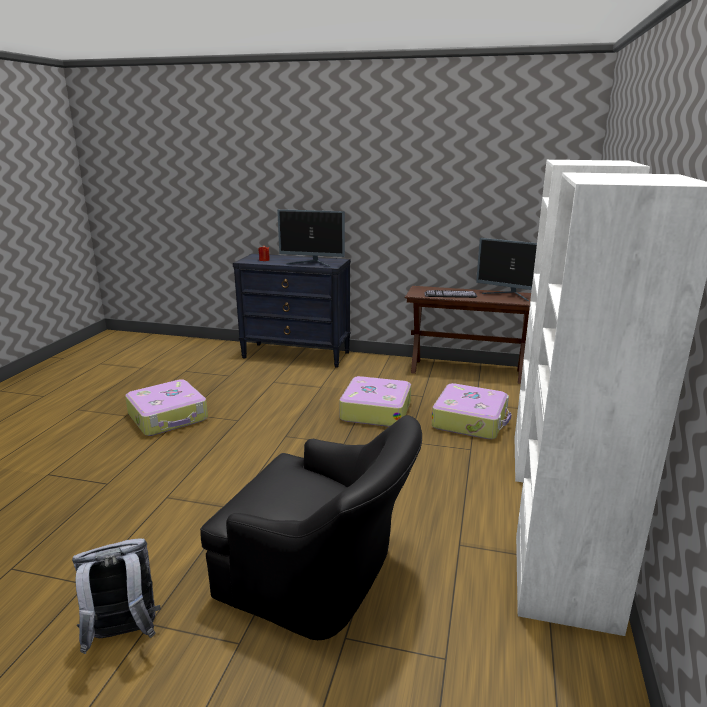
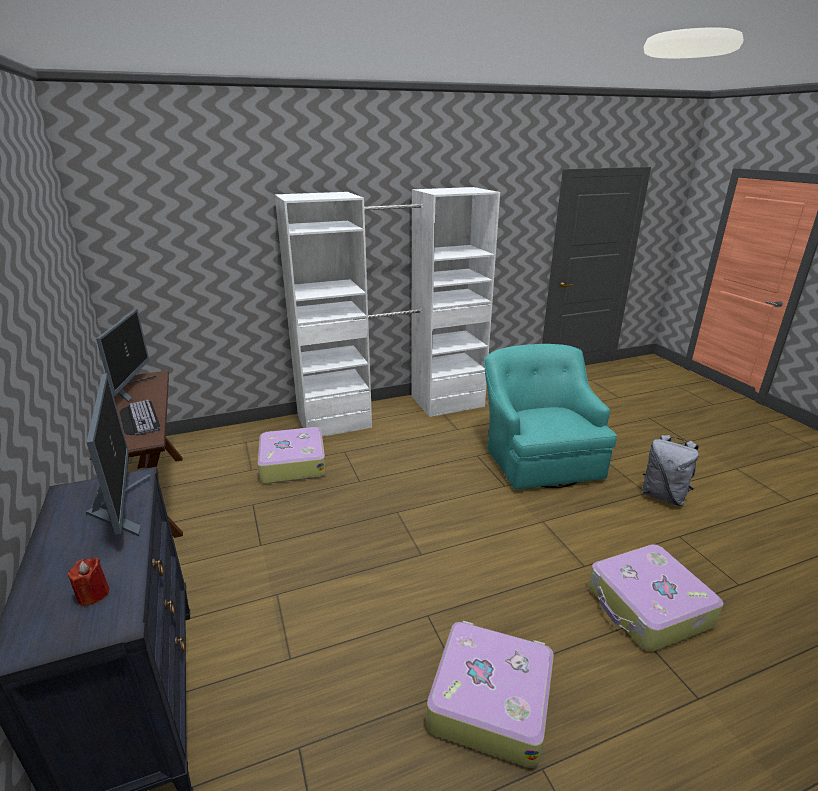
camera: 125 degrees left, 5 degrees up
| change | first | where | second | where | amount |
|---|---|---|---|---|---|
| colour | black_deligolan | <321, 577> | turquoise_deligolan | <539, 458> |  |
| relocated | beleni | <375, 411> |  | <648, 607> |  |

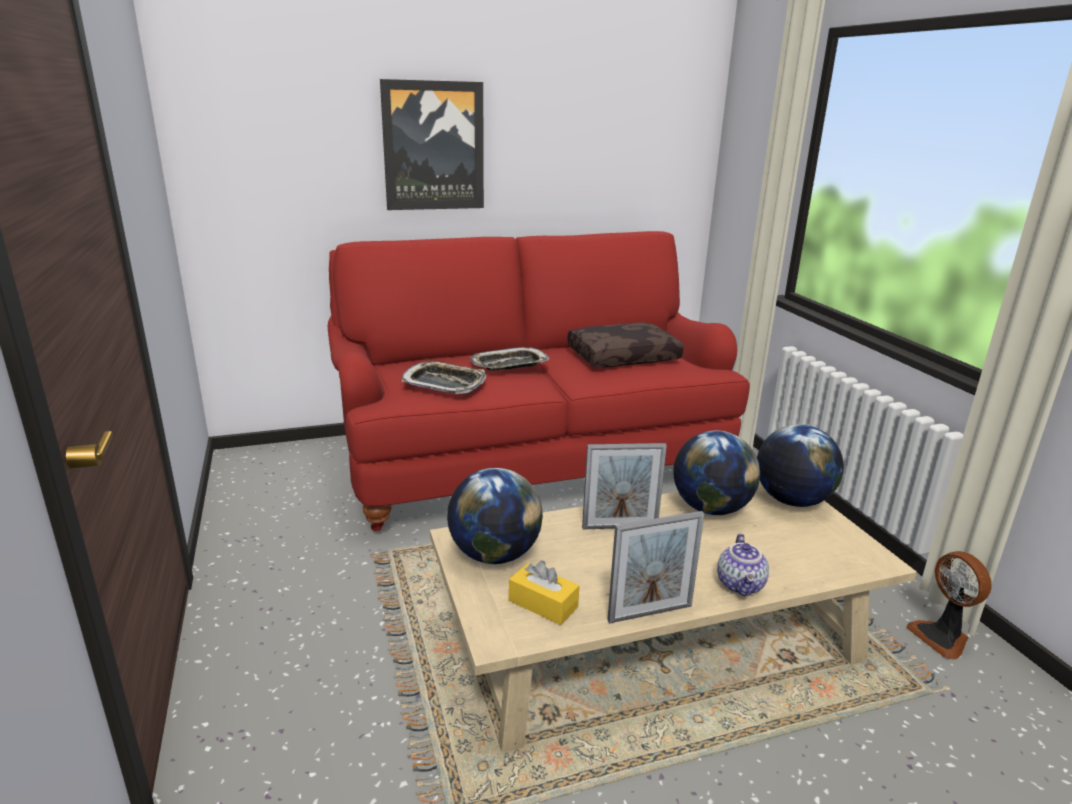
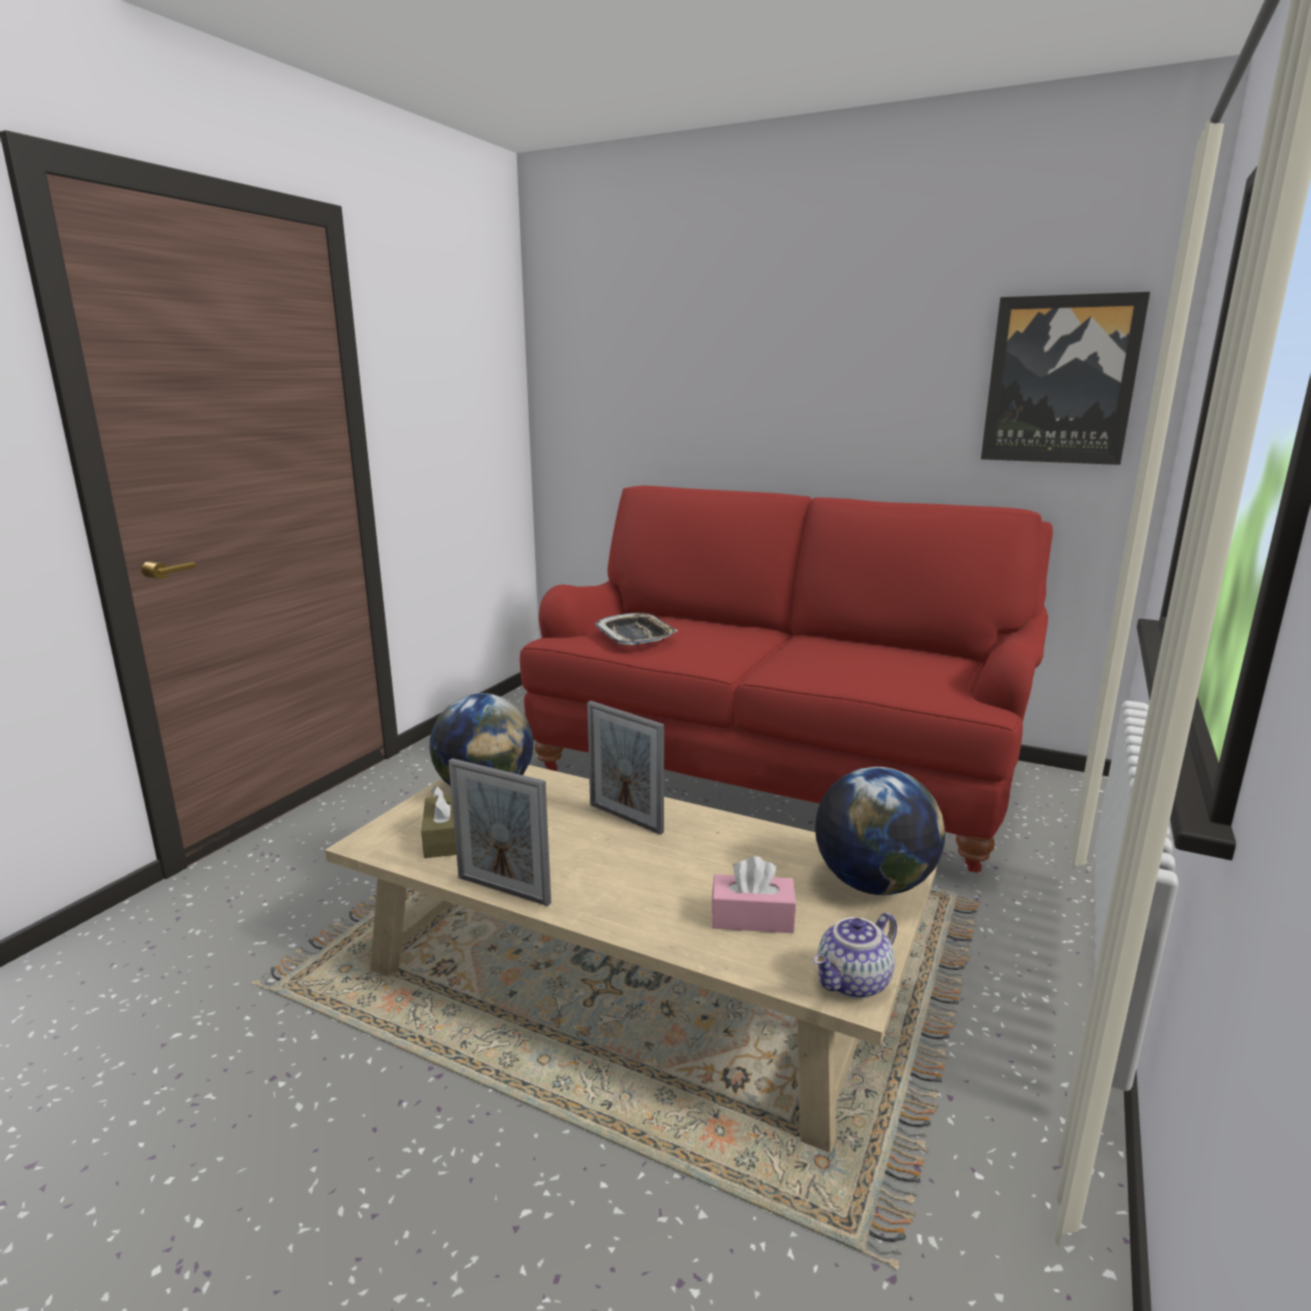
camera: 45 degrees right, 5 degrees down
| change | first | where | second | where | amount |
|---|---|---|---|---|---|
| colour | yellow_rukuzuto | <543, 604> | brown_rukuzuto | <444, 838> |  |
| appeared |  |  | pink_rukuzuto | <752, 918> |  |
| relocated | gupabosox | <741, 585> |  | <854, 983> |  |
| relocated | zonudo | <433, 146> |  | <1060, 380> |  |
| missing | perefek | <509, 365> |  |  |  |
| missing | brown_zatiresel | <623, 356> |  |  |  |
| missing | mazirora | <710, 508> |  |  |  |
| missing | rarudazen | <942, 637> |  |  |  |

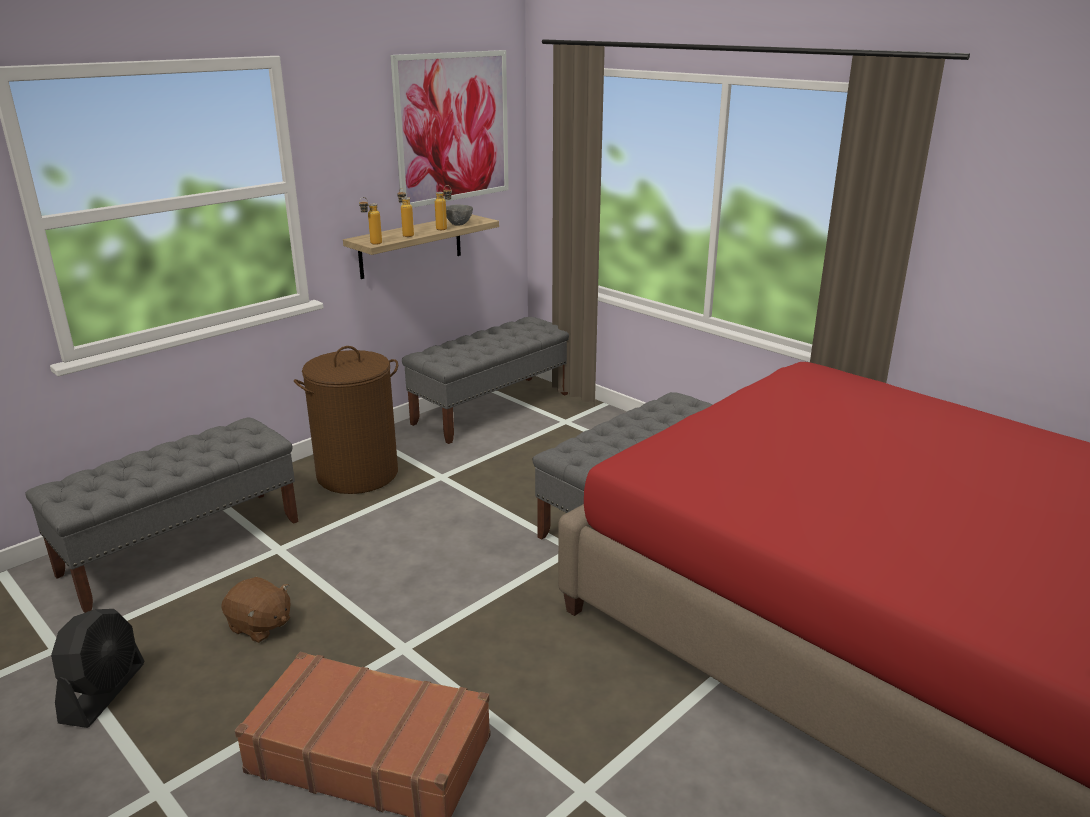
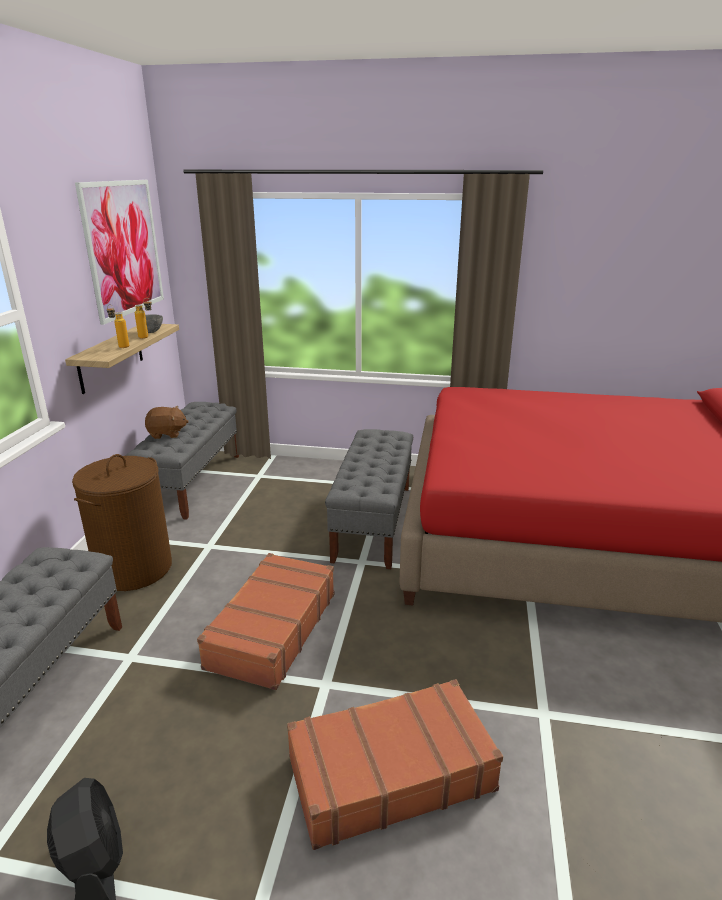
camera: 35 degrees left, 0 degrees up
| change | first | where | second | where | amount |
|---|---|---|---|---|---|
| relocated | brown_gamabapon | <260, 626> |  | <167, 434> |  |
| appeared |  |  | brown_beleni | <271, 629> |  |
| missing | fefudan | <372, 244> |  |  |  |

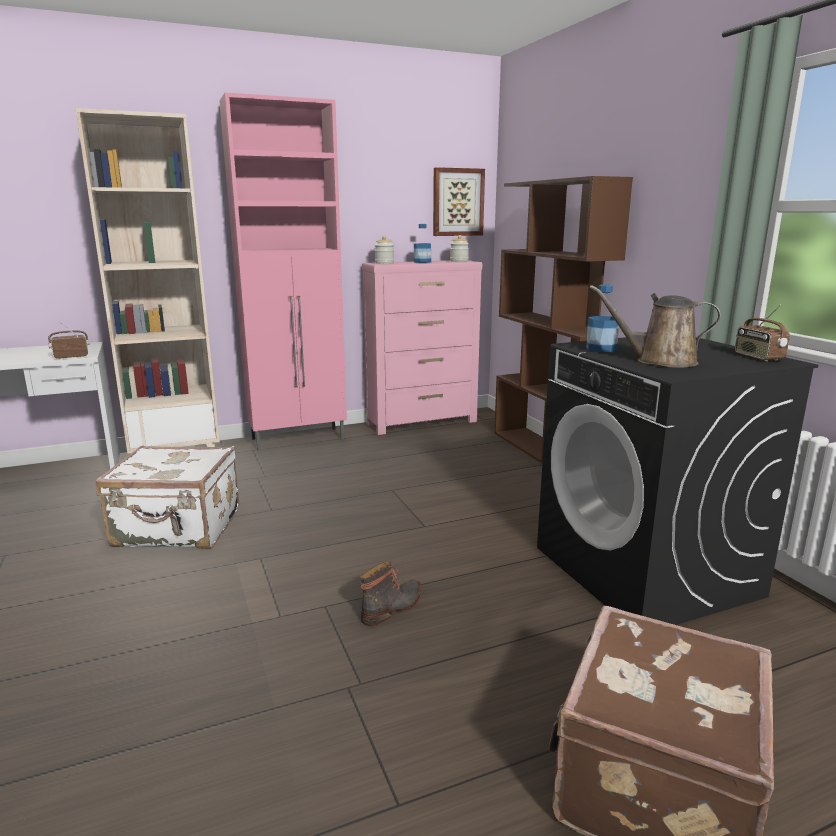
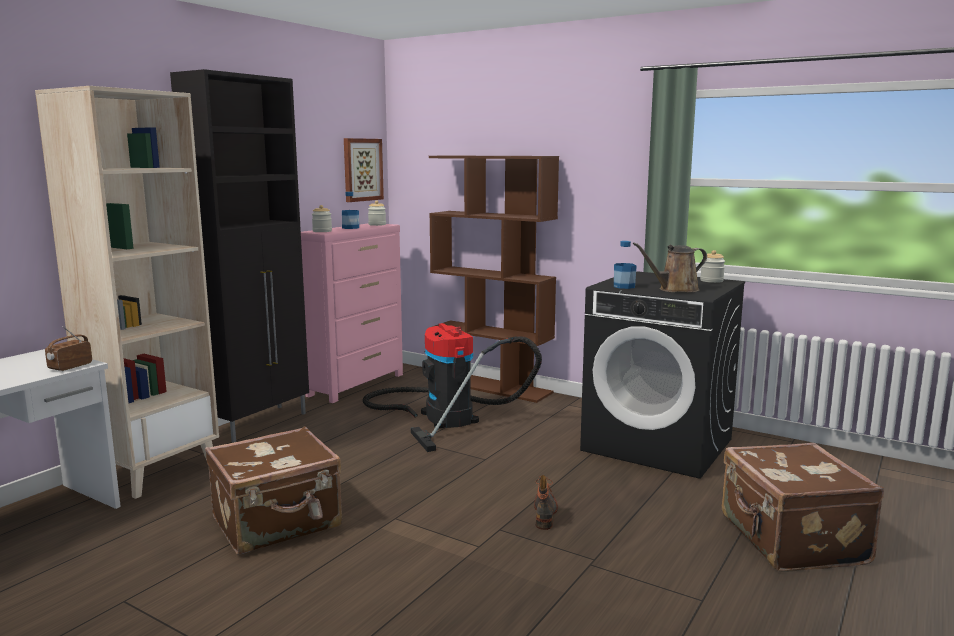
camera: 35 degrees left, 5 degrees down
| change | first | where | second | where | amount |
|---|---|---|---|---|---|
| colour | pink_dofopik | <299, 439> | black_dofopik | <260, 423> |  |
| colour | white_beleni | <178, 529> | brown_beleni | <278, 523> |  |
| appeared |  |  | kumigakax | <445, 416> |  |
| exchanged | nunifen | <758, 357> | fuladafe | <711, 281> |  |

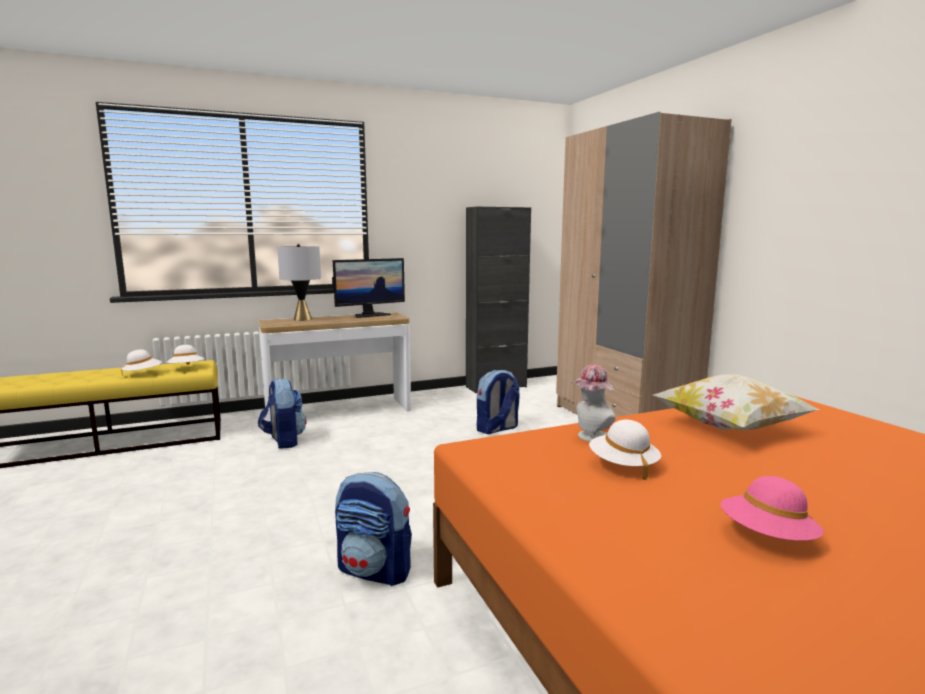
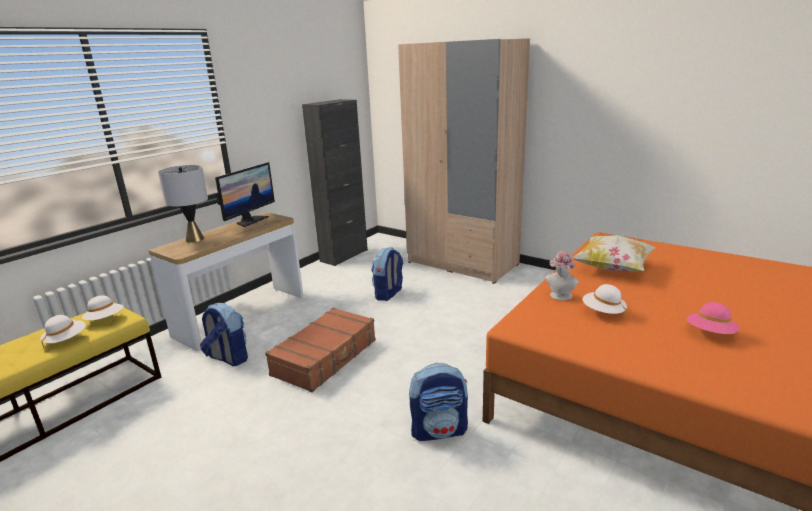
camera: 30 degrees left, 10 degrees up
| change | first | where | second | where | amount |
|---|---|---|---|---|---|
| appeared |  |  | brown_beleni | <326, 357> |  |

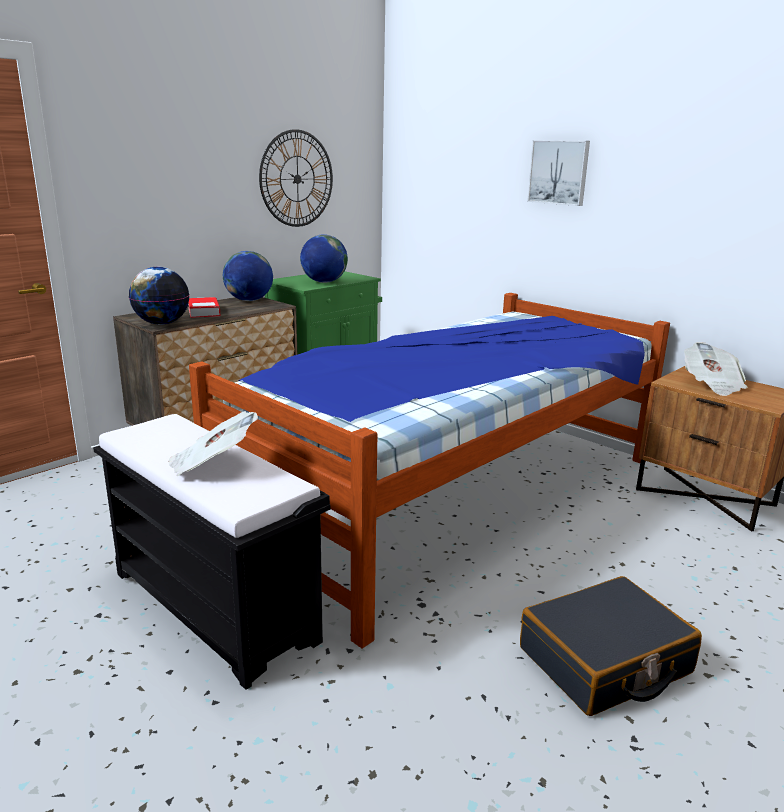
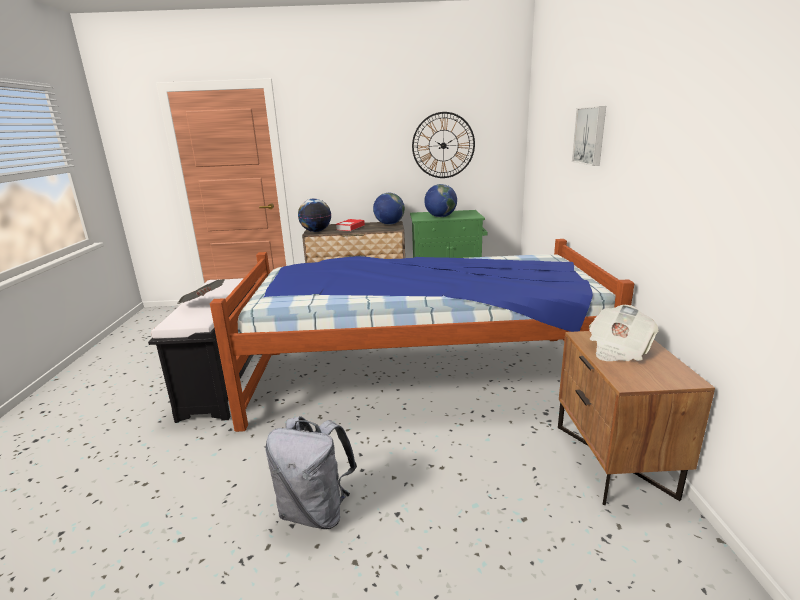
camera: 45 degrees right, 0 degrees up
| change | first | where | second | where | amount |
|---|---|---|---|---|---|
| exchanged | black_beleni | <605, 661> | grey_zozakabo | <316, 511> |  |

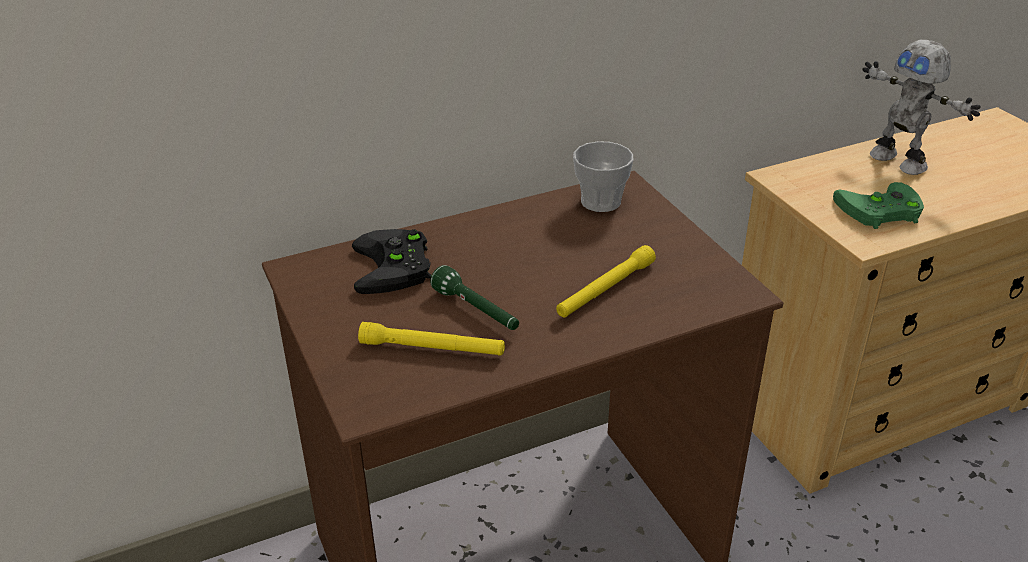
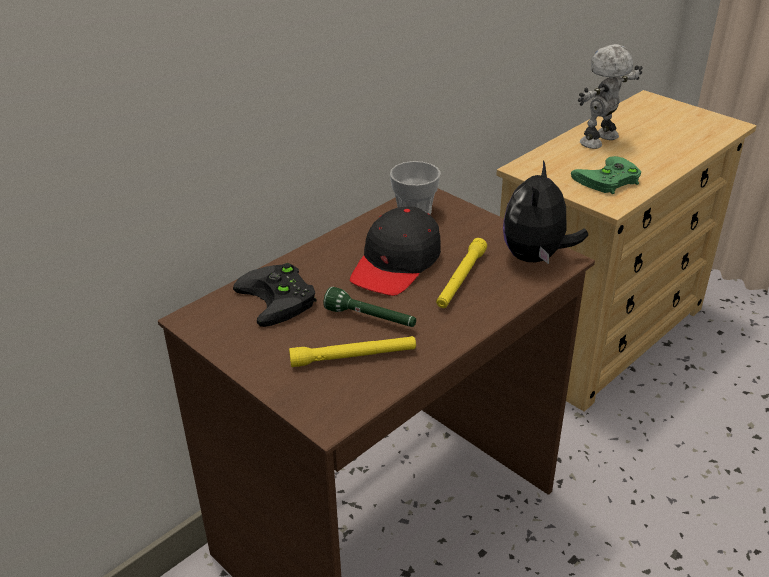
camera: 20 degrees left, 0 degrees up
| change | first | where | second | where | amount |
|---|---|---|---|---|---|
| appeared |  |  | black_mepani | <396, 264> |  |
| appeared |  |  | gamabapon | <536, 257> |  |
| spun | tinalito | <899, 161> |  | <600, 141> | 105 degrees clockwise |

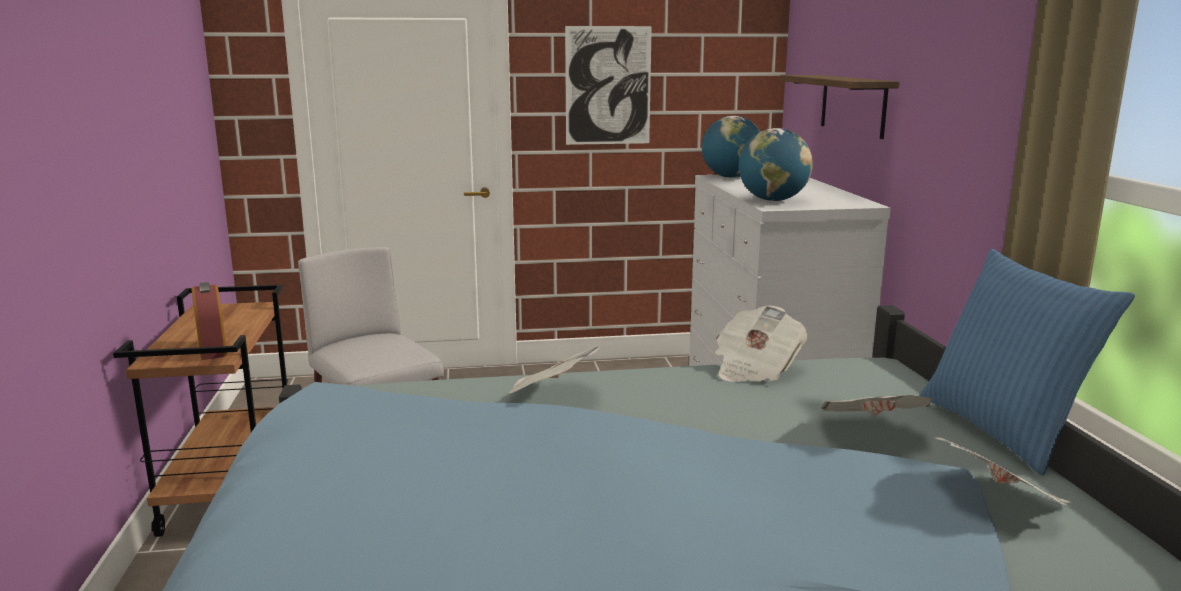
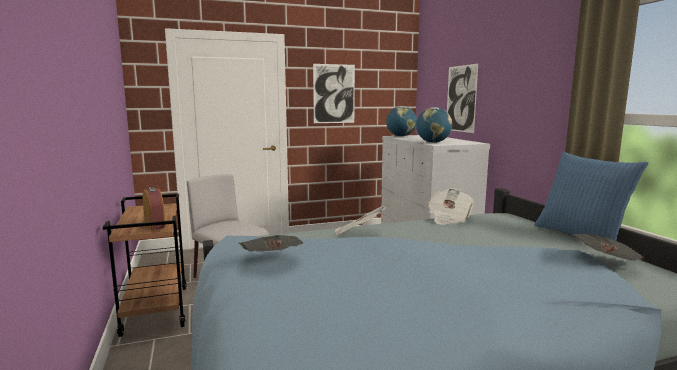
camera: 10 degrees left, 5 degrees down
| change | first | where | second | where | amount |
|---|---|---|---|---|---|
| relocated | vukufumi | <871, 432> |  | <272, 261> |  |
| exchanged | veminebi | <853, 105> | zonudo | <461, 98> |  |

